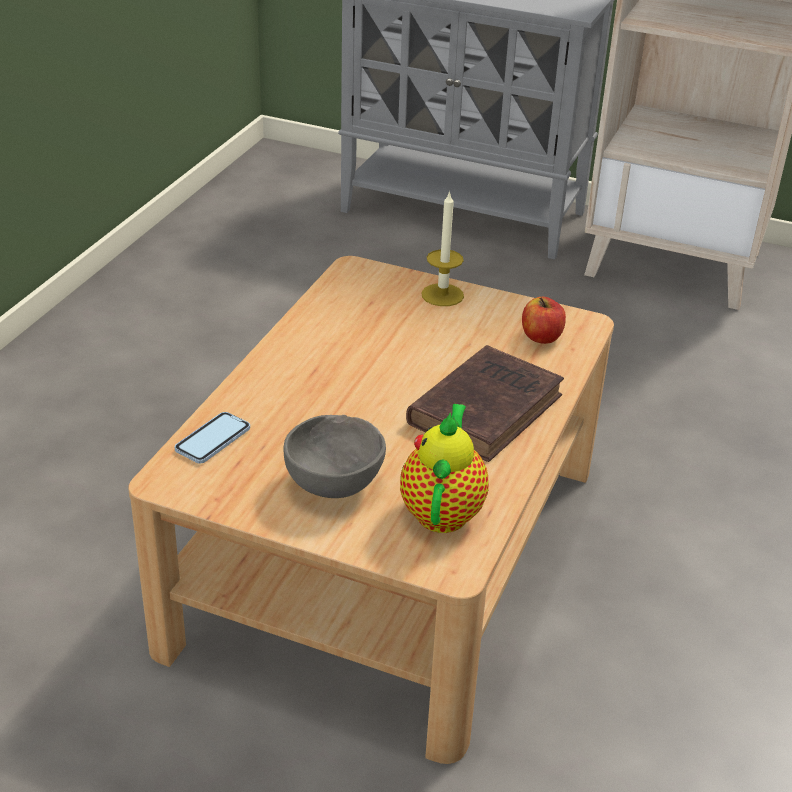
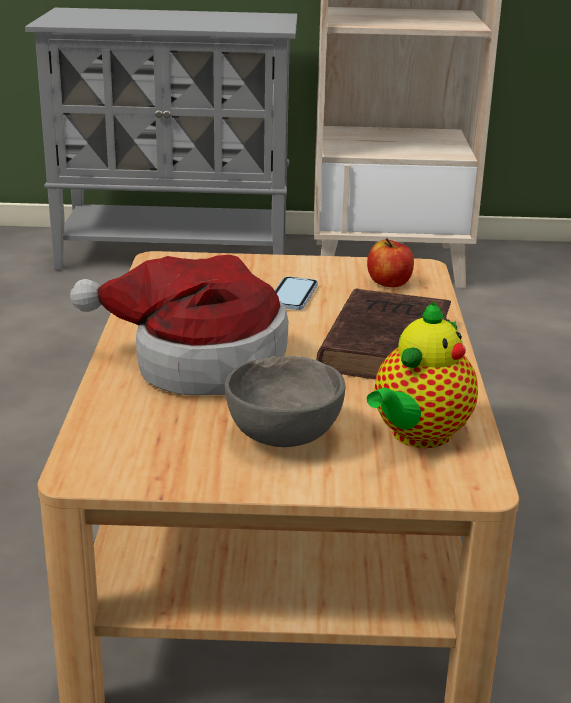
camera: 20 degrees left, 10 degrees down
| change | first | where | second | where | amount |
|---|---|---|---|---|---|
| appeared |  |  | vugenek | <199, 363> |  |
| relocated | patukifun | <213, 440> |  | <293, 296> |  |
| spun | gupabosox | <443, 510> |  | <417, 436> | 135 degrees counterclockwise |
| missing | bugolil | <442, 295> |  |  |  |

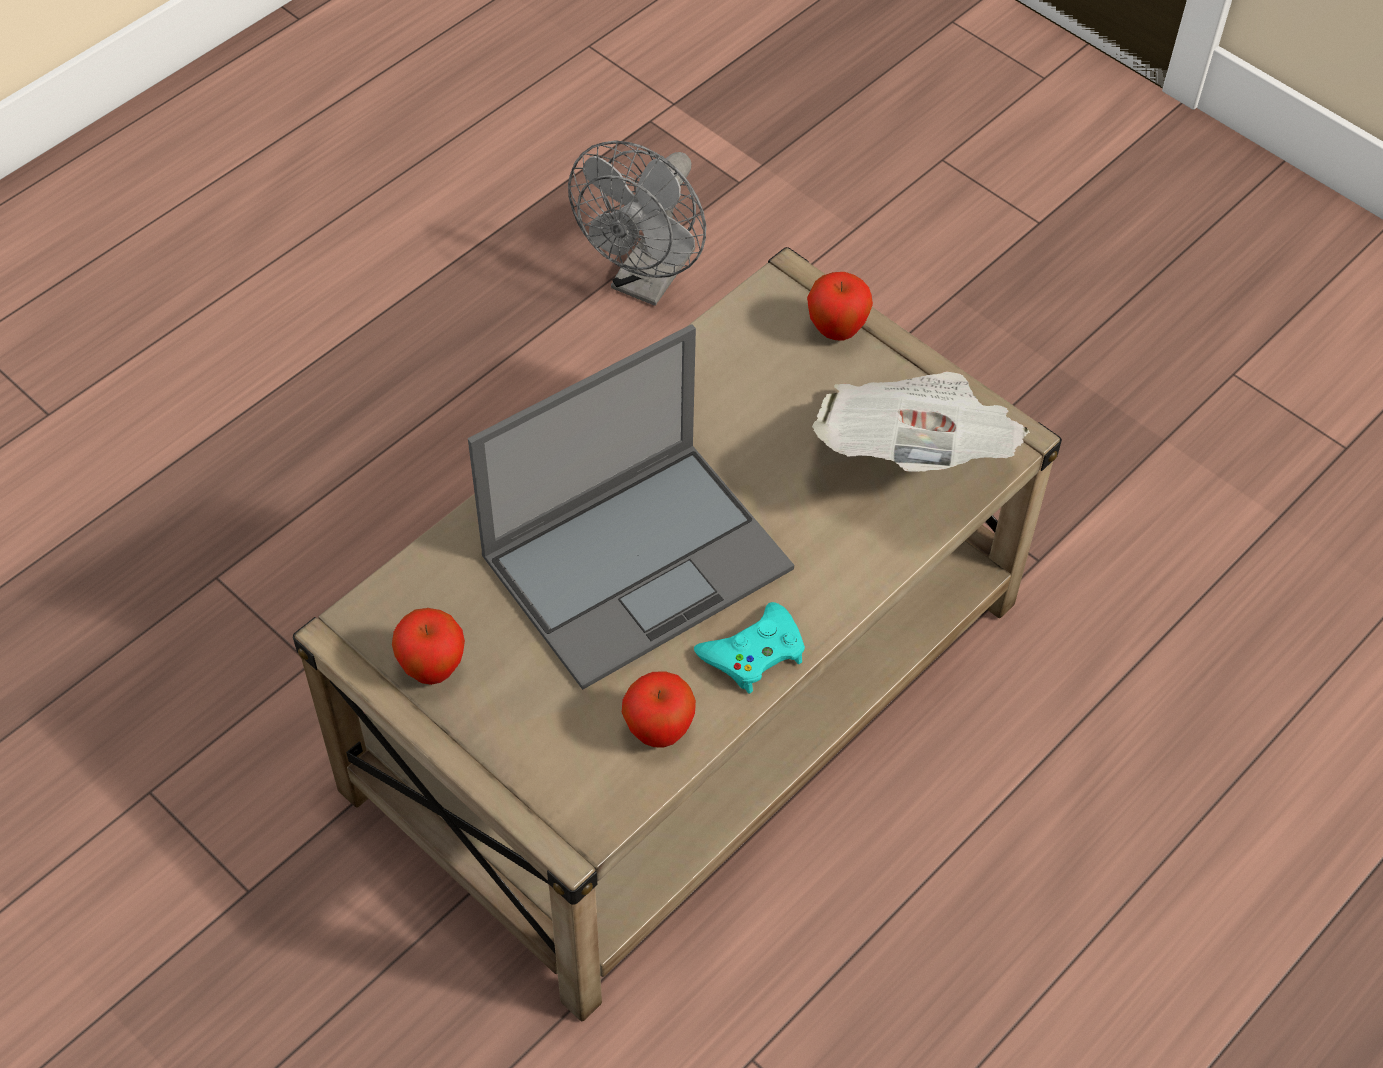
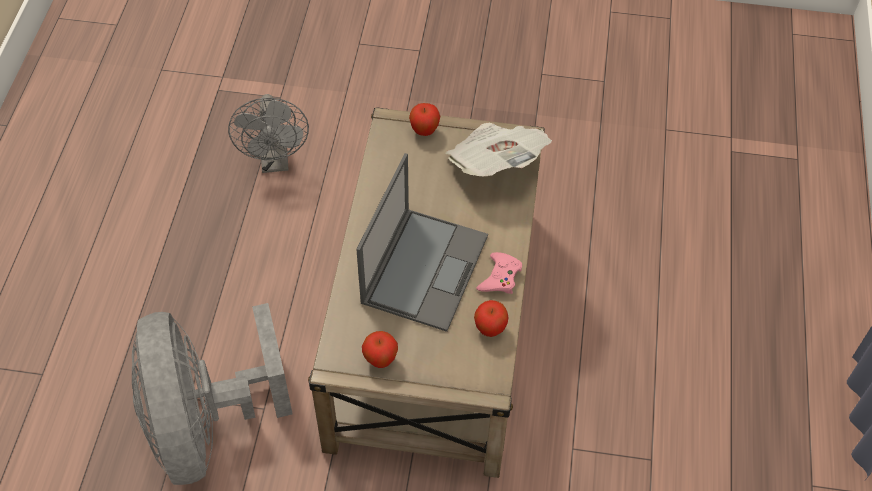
camera: 35 degrees left, 0 degrees up
| change | first | where | second | where | amount |
|---|---|---|---|---|---|
| appeared |  |  | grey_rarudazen | <207, 425> |  |
| colour | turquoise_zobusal | <754, 653> | pink_zobusal | <500, 277> |  |

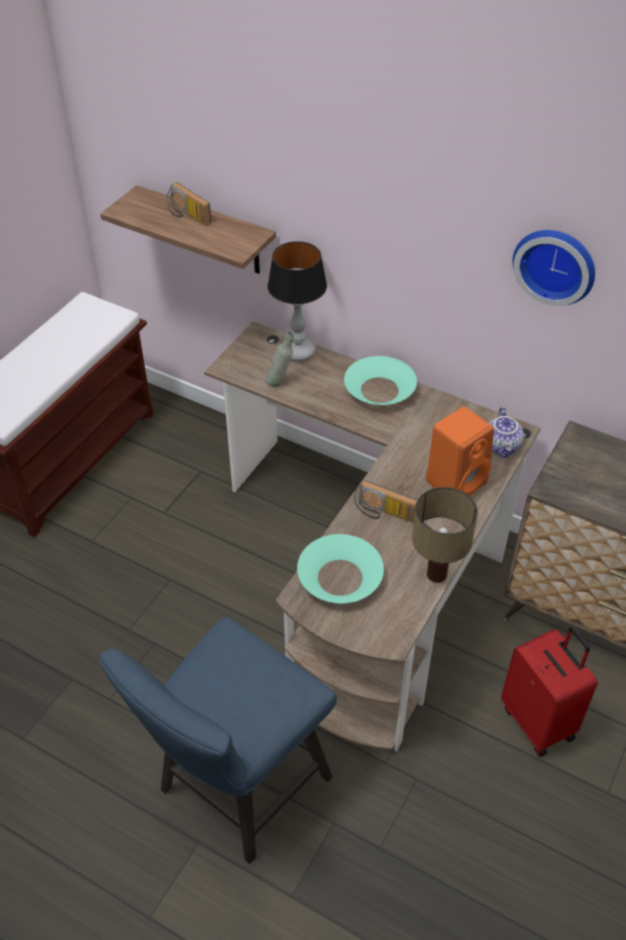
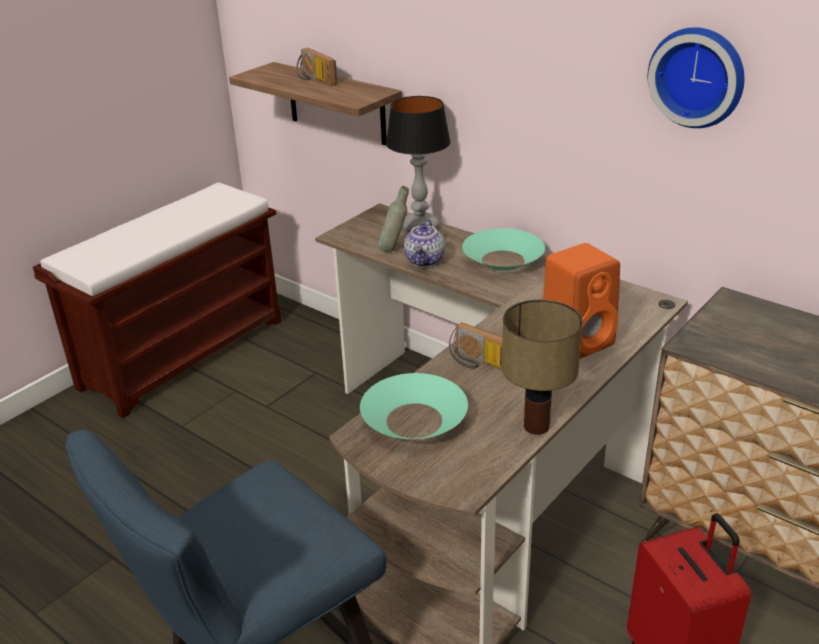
camera: 10 degrees right, 15 degrees down
| change | first | where | second | where | amount |
|---|---|---|---|---|---|
| relocated | gupabosox | <502, 447> |  | <425, 261> |  |

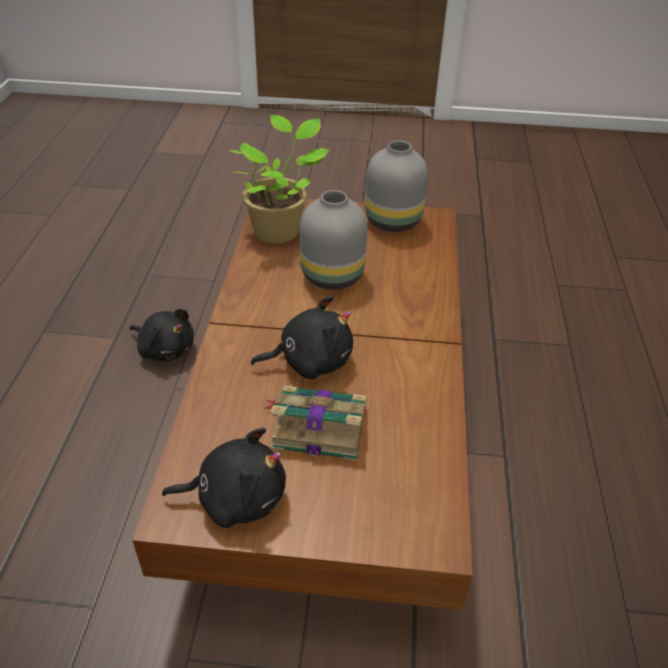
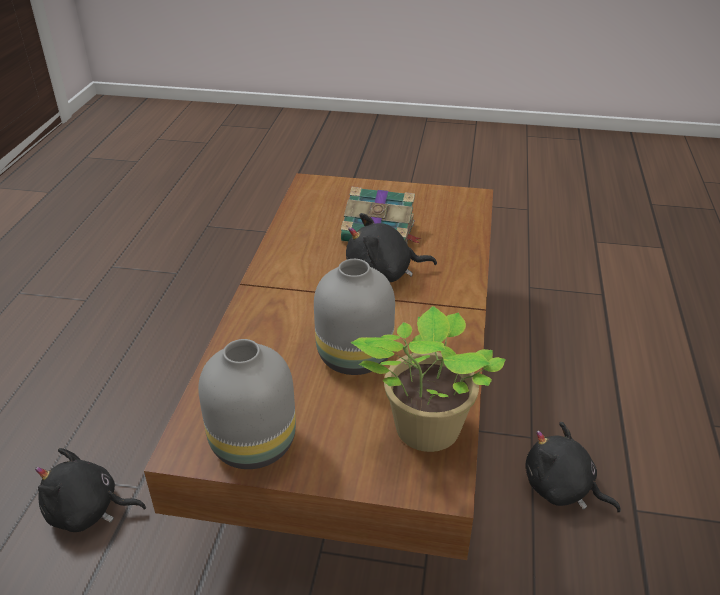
camera: 175 degrees left, 5 degrees down
| change | first | where | second | where | amount |
|---|---|---|---|---|---|
| relocated | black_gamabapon | <236, 497> |  | <88, 511> |  |

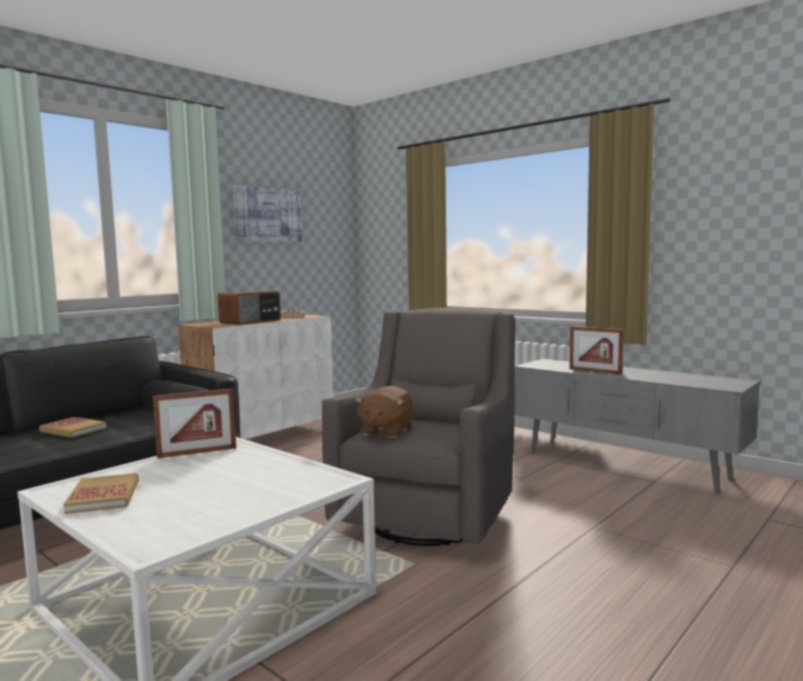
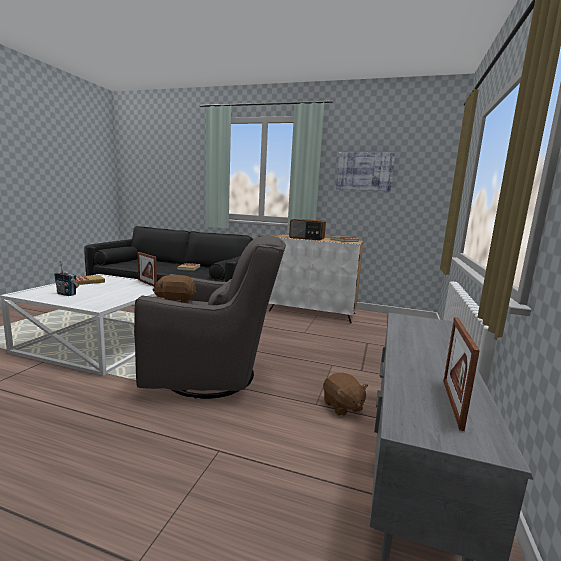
camera: 65 degrees right, 5 degrees up
| change | first | where | second | where | amount |
|---|---|---|---|---|---|
| appeared |  |  | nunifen | <67, 294> |  |
| appeared |  |  | brown_gamabapon | <342, 406> |  |
| relocated | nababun | <595, 371> |  | <452, 403> |  |

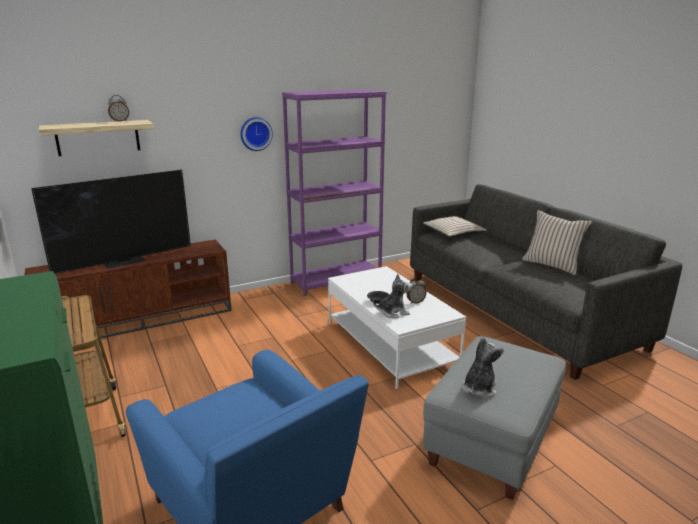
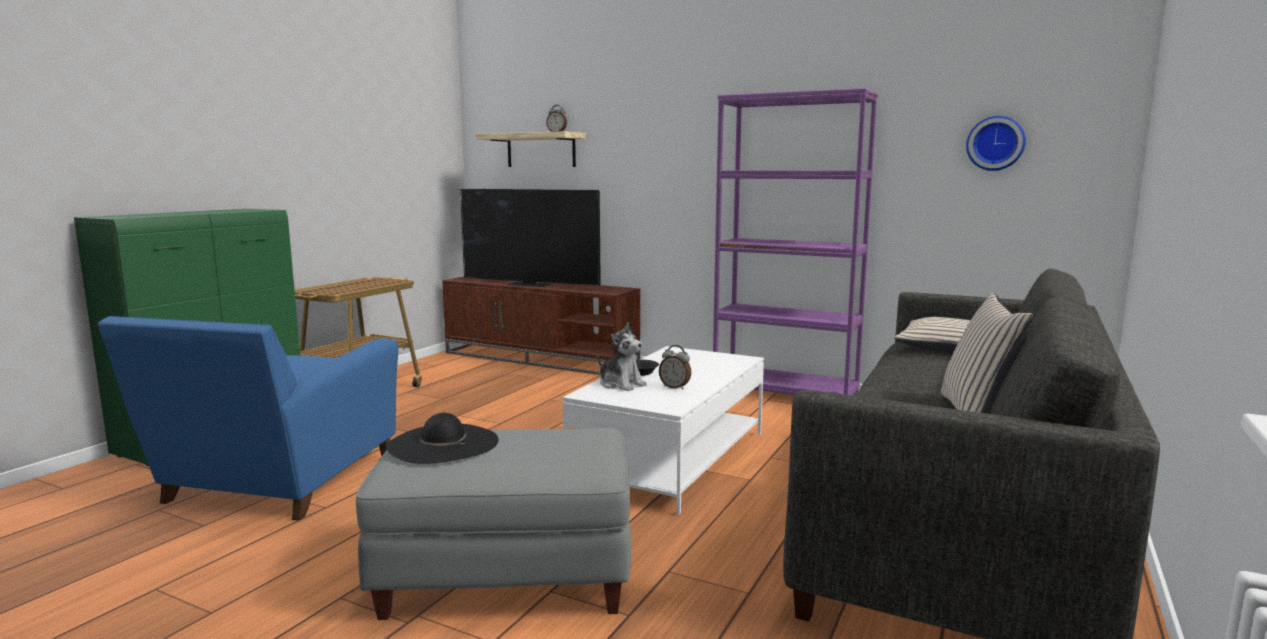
camera: 55 degrees right, 10 degrees down
| change | first | where | second | where | amount |
|---|---|---|---|---|---|
| exchanged | gamabapon | <479, 388> | black_vugenek | <443, 443> |  |
| relocated | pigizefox | <255, 133> |  | <995, 143> |  |

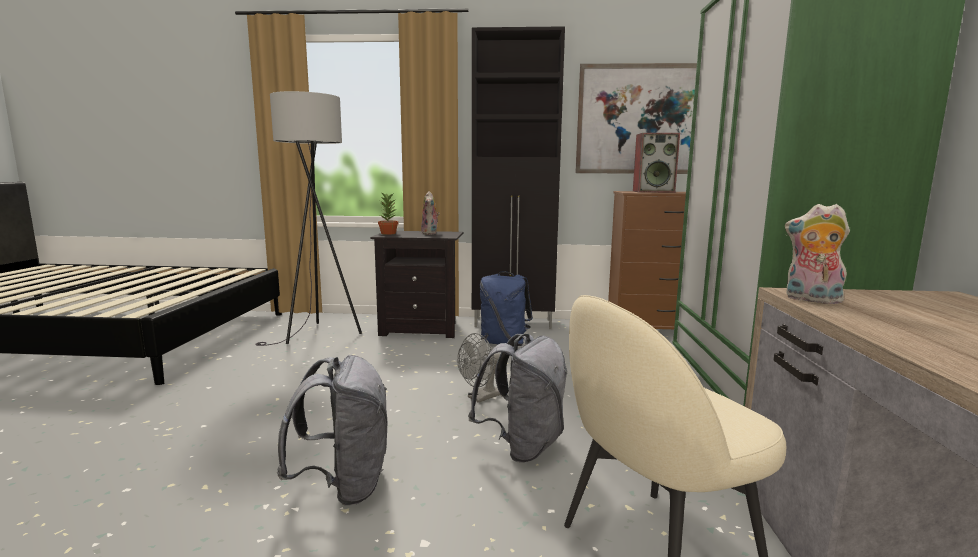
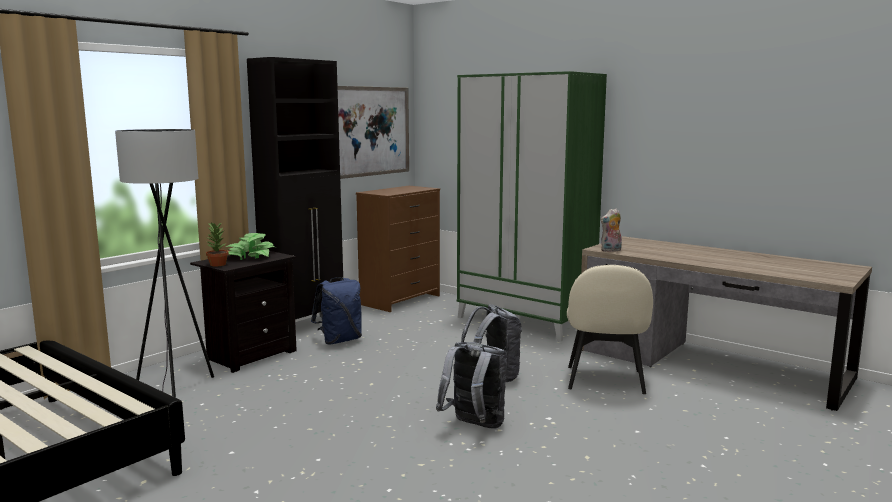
camera: 55 degrees left, 0 degrees up
| change | first | where | second | where | amount |
|---|---|---|---|---|---|
| exchanged | gamabapon | <430, 233> | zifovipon | <250, 256> |  |
| missing | grey_rarudazen | <480, 398> |  |  |  |
| missing | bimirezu | <653, 192> |  |  |  |

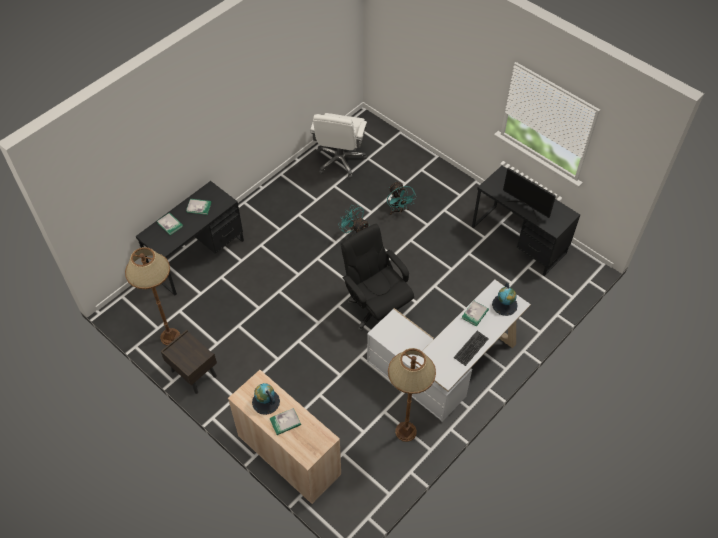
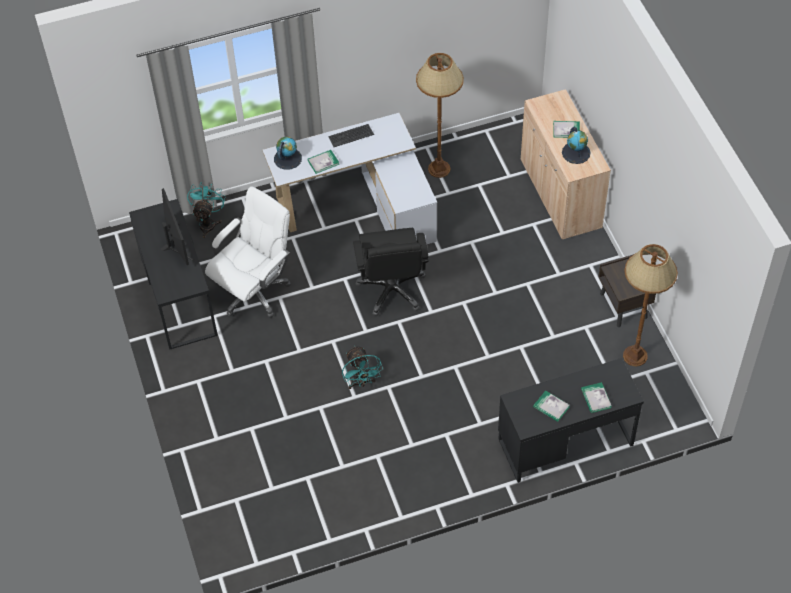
camera: 150 degrees left, 0 degrees up
| change | first | where | second | where | amount |
|---|---|---|---|---|---|
| relocated | turquoise_rarudazen | <398, 210> |  | <208, 222> |  |
| relocated | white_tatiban | <340, 160> |  | <254, 291> |  |

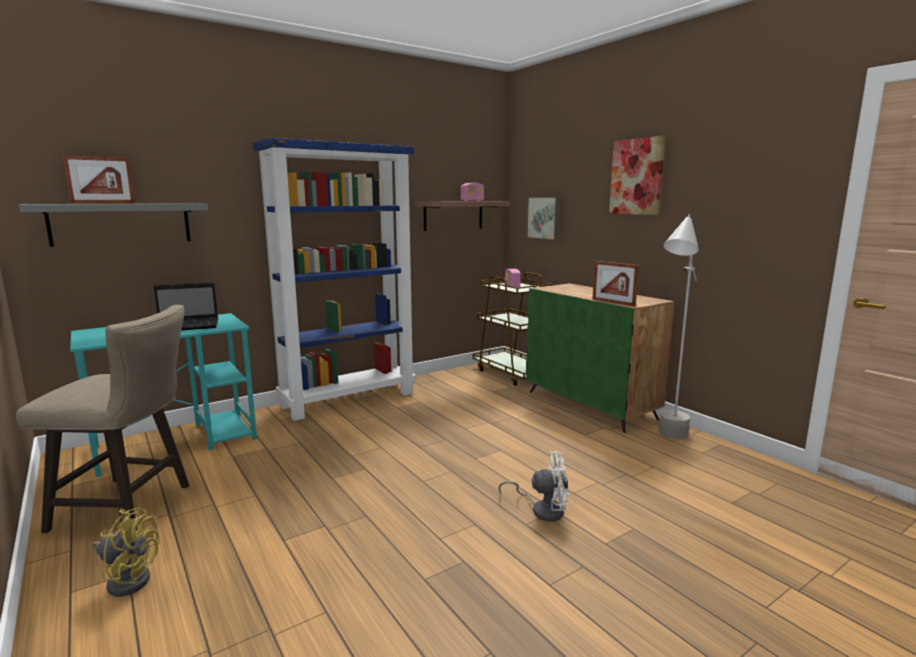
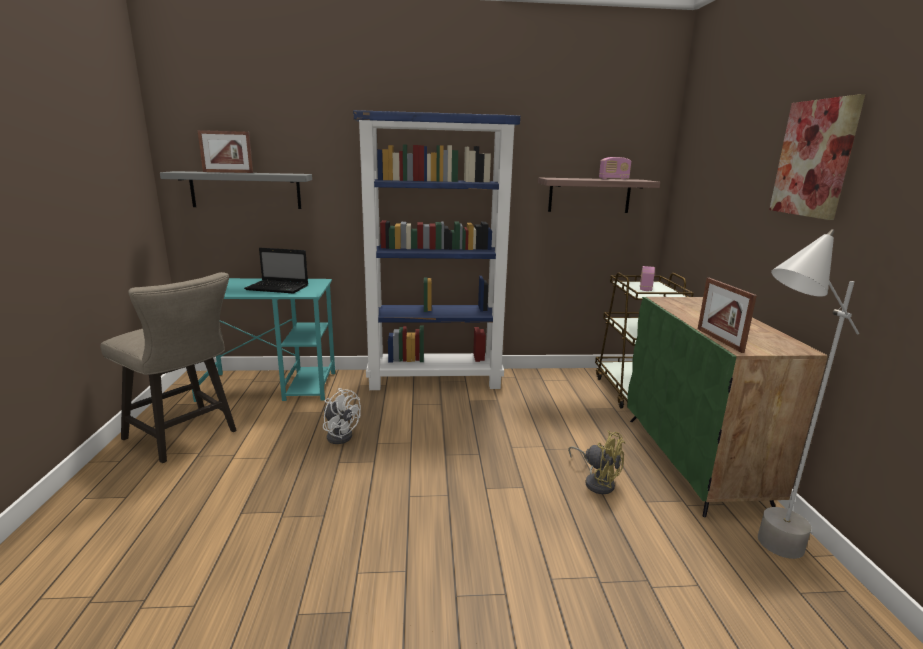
camera: 30 degrees right, 5 degrees up
| change | first | where | second | where | amount |
|---|---|---|---|---|---|
| relocated | white_rarudazen | <542, 509> |  | <340, 434> |  |
| relocated | yellow_rarudazen | <128, 579> |  | <597, 481> |  |
| missing | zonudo | <544, 217> |  |  |  |

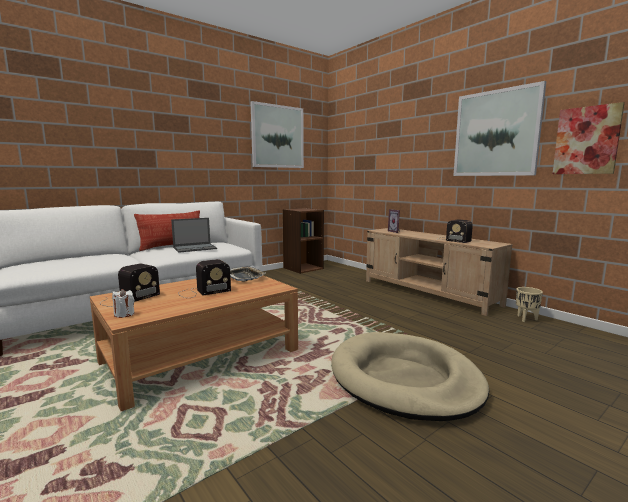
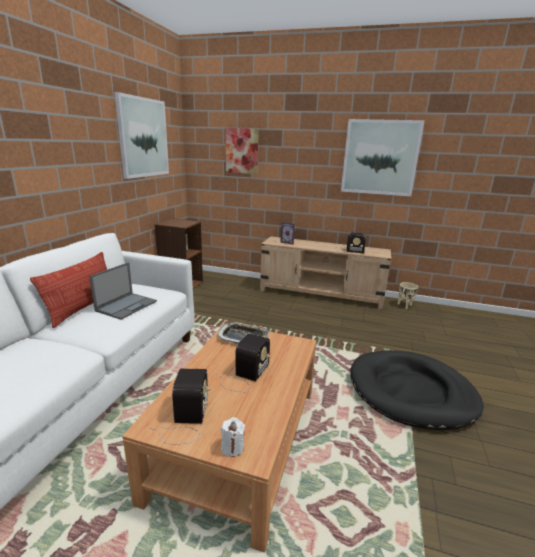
camera: 35 degrees left, 10 degrees up
| change | first | where | second | where | amount |
|---|---|---|---|---|---|
| relocated | zonudo | <586, 140> |  | <242, 151> |  |
| colour | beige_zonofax | <404, 379> | black_zonofax | <411, 392> |  |

